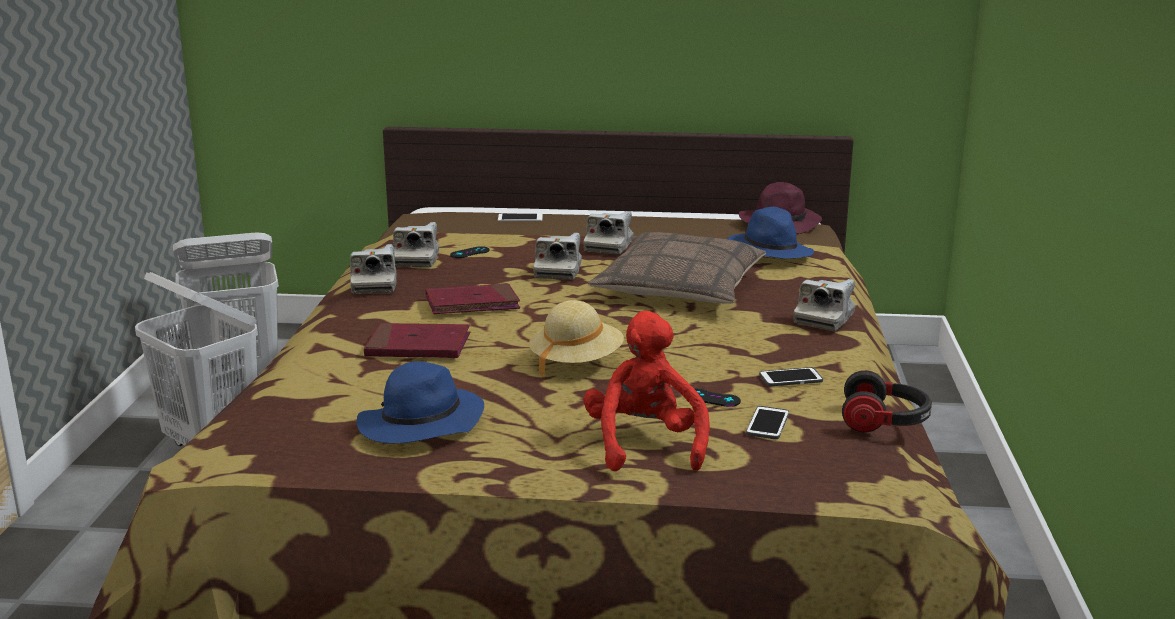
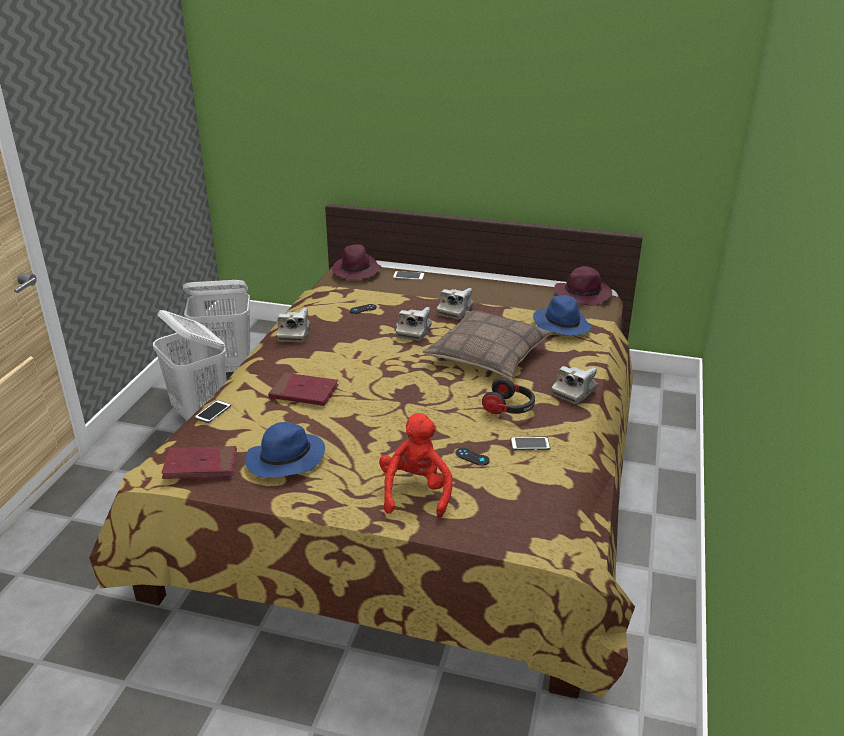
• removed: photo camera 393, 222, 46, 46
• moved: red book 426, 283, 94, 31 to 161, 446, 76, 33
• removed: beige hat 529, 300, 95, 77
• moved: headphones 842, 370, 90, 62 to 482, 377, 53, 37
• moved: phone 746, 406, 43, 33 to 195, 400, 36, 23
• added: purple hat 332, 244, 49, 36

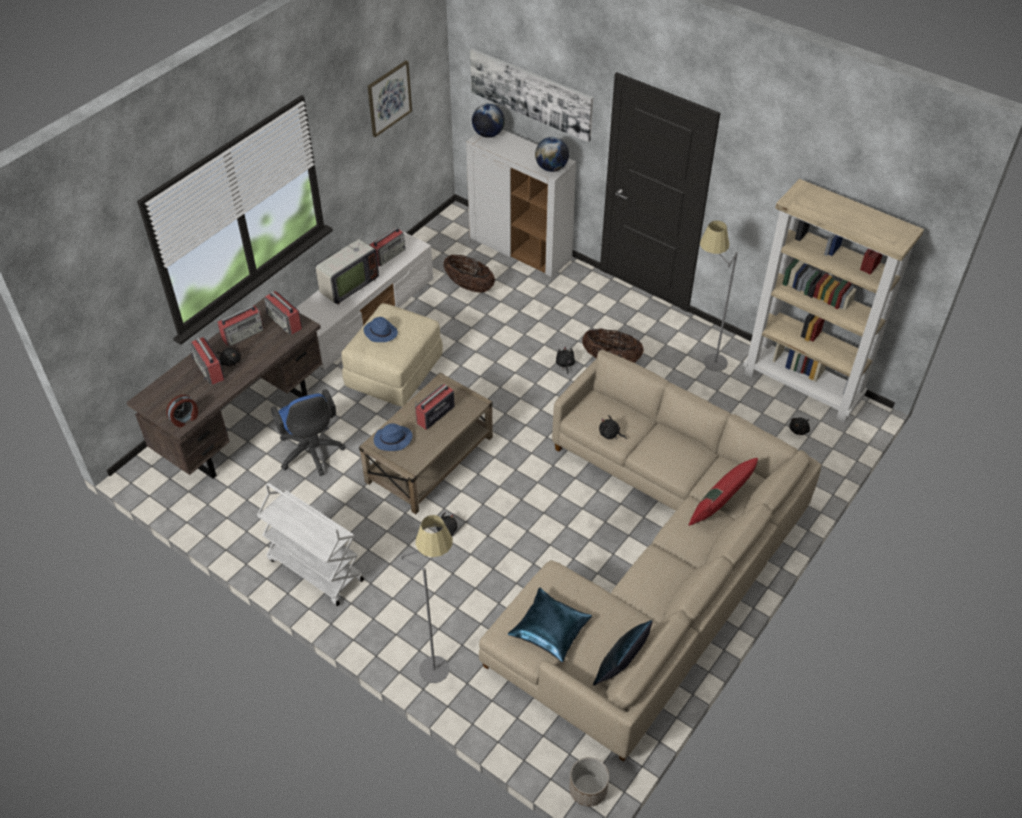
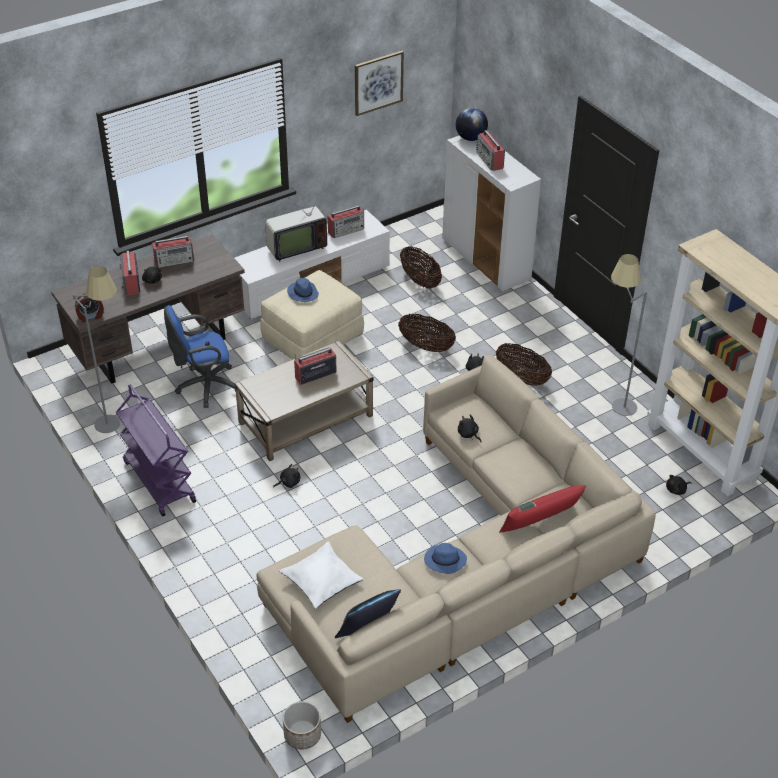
• removed: picture 470, 49, 123, 93
• removed: globe 535, 137, 34, 35
• moved: radio 264, 291, 38, 43 to 476, 130, 29, 41
• turned: blue office chair 271, 389, 74, 87 = 164, 305, 72, 103 75 degrees clockwise
• moved: blue hat 374, 423, 39, 28 to 424, 543, 43, 31
• recoloured: white cart 257, 483, 107, 123 to purple cart 116, 384, 80, 132
• moved: grey floor lamp 401, 515, 52, 168 to 73, 266, 47, 167
• recoloured: blue pillow 508, 588, 84, 74 to white pillow 279, 542, 84, 67
• added: basket 398, 314, 58, 38

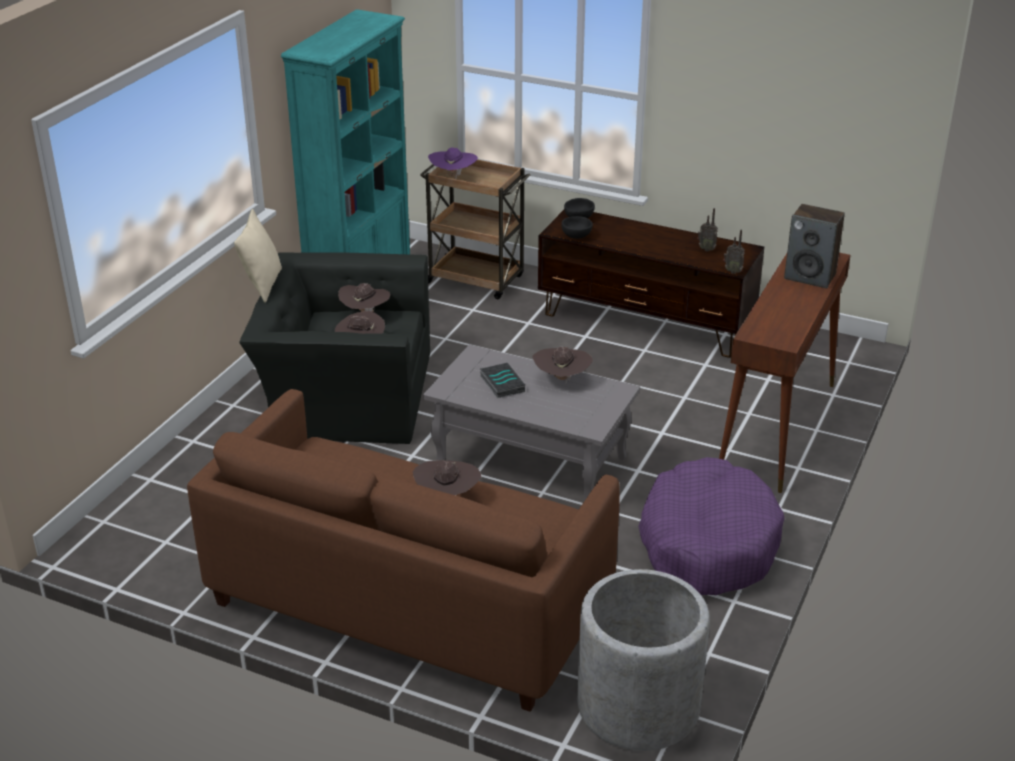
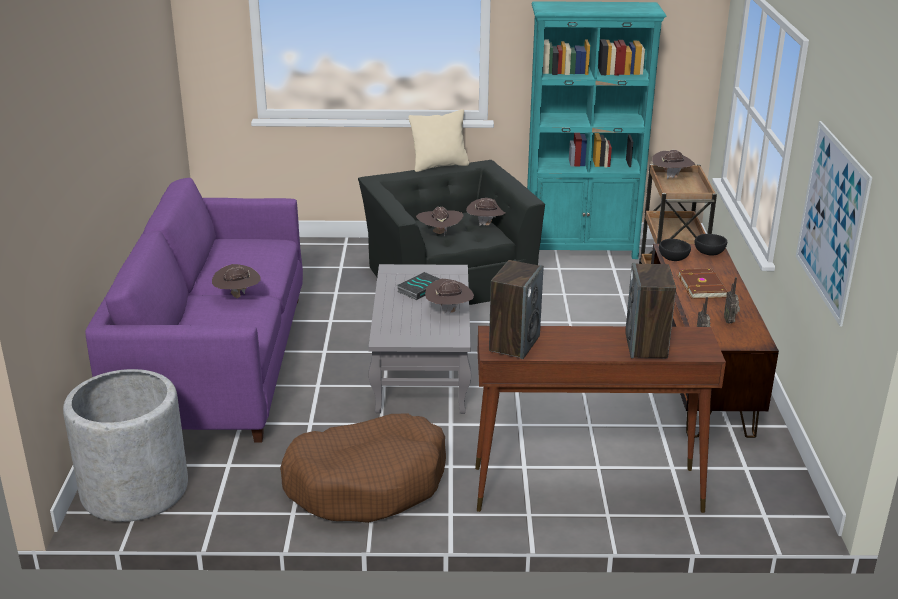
• recoloured: purple hat 428, 147, 50, 32 to brown hat 652, 150, 43, 29
• recoloured: brown sofa 187, 389, 433, 323 to purple sofa 85, 178, 218, 265
• recoloured: purple dog bed 638, 457, 147, 138 to brown dog bed 280, 413, 166, 110
• added: picture 796, 121, 76, 206
• added: speaker 489, 260, 55, 99
• added: brown book 677, 268, 50, 31

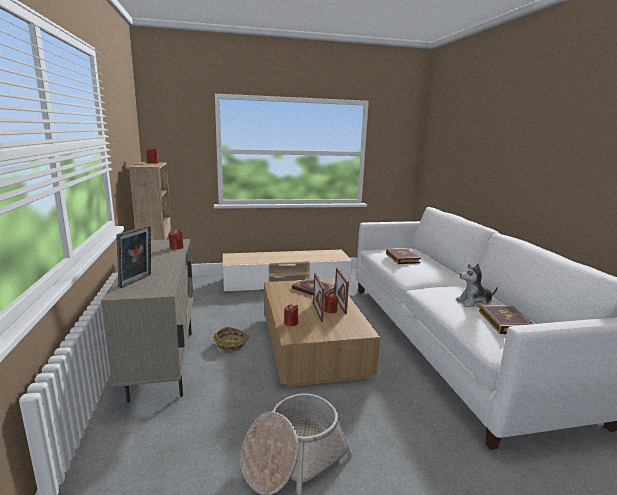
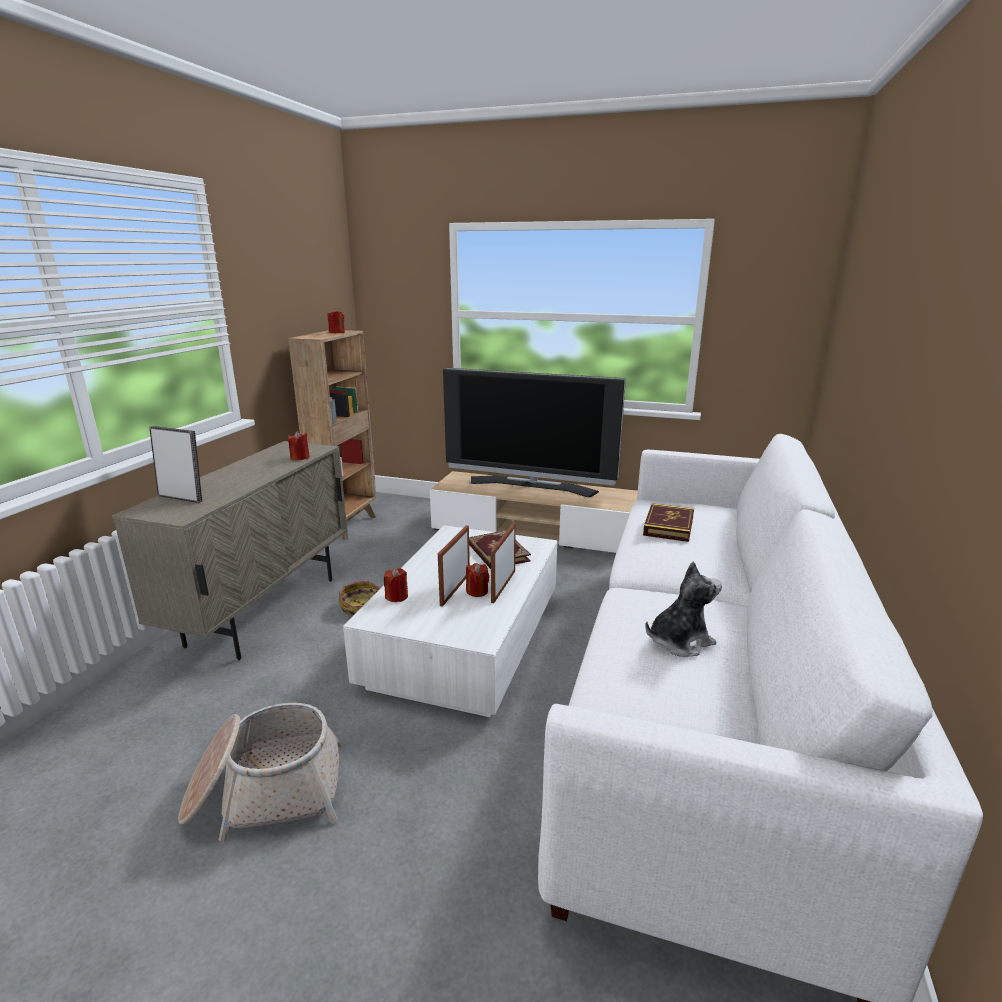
• turned: picture frame 116, 225, 35, 63 = 149, 426, 53, 77 120 degrees counterclockwise
• turned: plush toy 456, 264, 42, 44 = 645, 562, 77, 95 135 degrees clockwise
• recoloured: brown coffee table 264, 279, 116, 108 to white coffee table 343, 525, 214, 192
• removed: book 479, 305, 54, 29
• added: television 443, 368, 183, 129

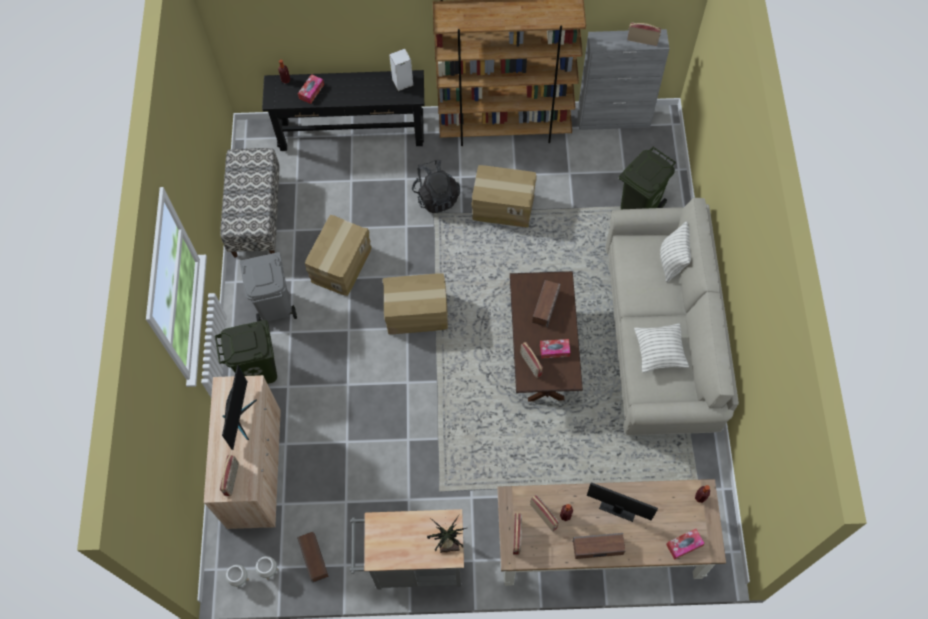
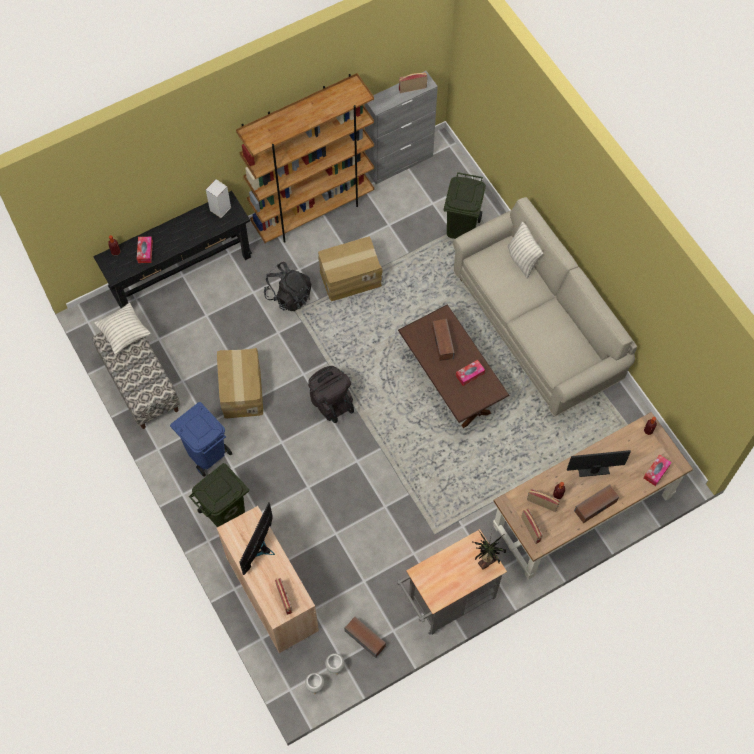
• recoloured: grey trash can 239, 252, 58, 70 to blue trash can 170, 402, 62, 75
• replaced: cardboard box 383, 273, 65, 61 to black backpack 308, 366, 46, 57
• moved: pillow 634, 323, 55, 50 to 94, 303, 57, 52
• removed: radio 520, 342, 23, 36
• turned: monitor 222, 365, 35, 85 = 239, 502, 36, 73 135 degrees counterclockwise

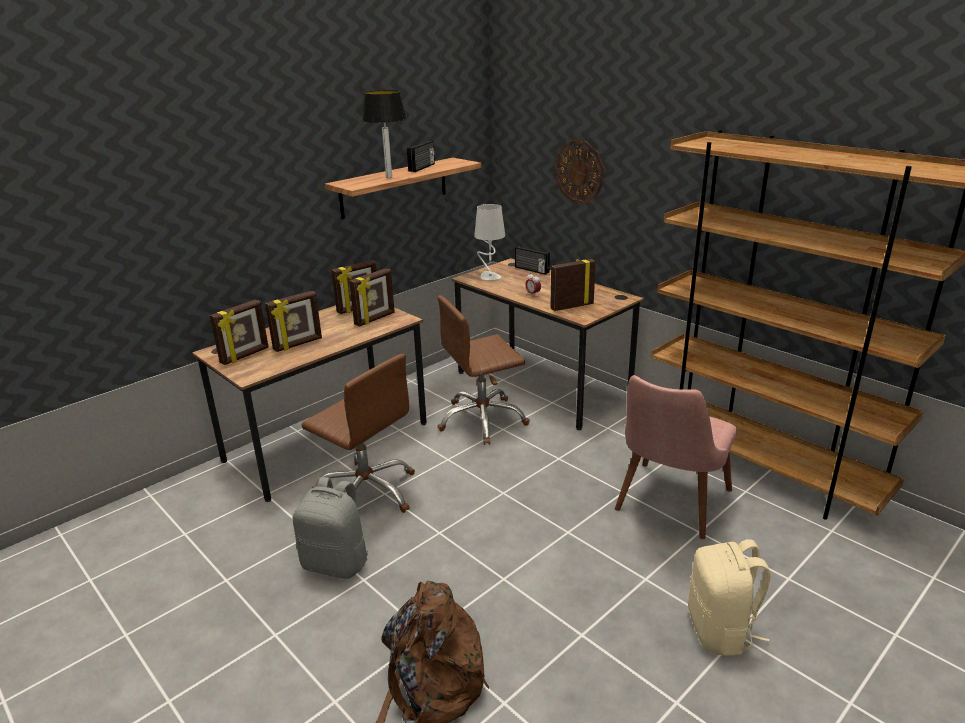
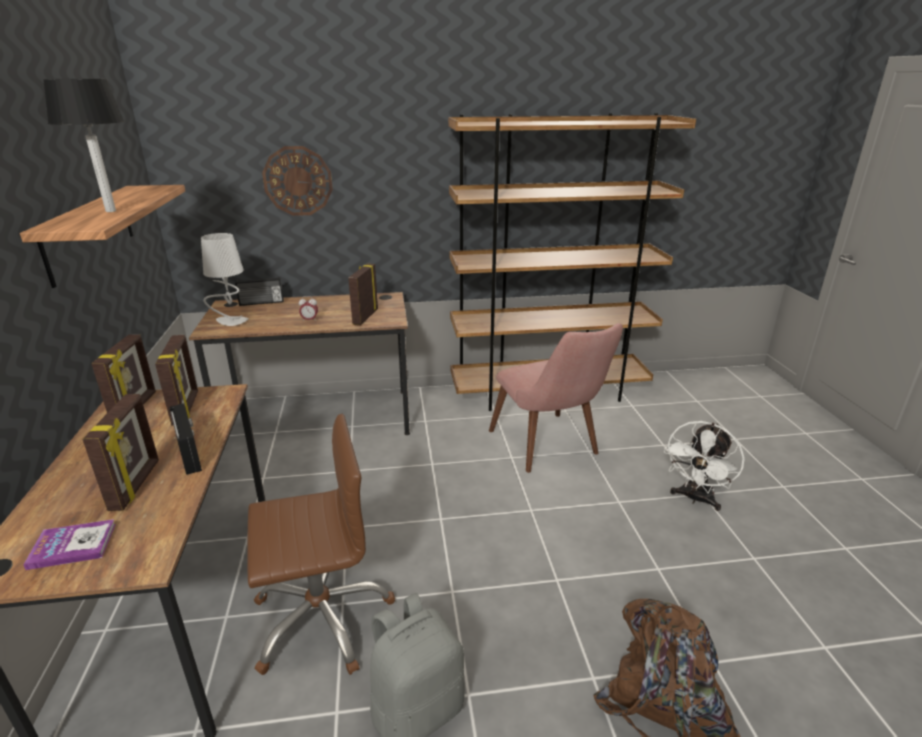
• moved: radio 407, 141, 28, 31 to 169, 403, 33, 72
• removed: brown office chair 437, 295, 93, 150
• replaced: picture frame 210, 300, 59, 65 to book 23, 519, 93, 51
• replaced: beige backpack 688, 539, 83, 117 to white fan 664, 421, 81, 90

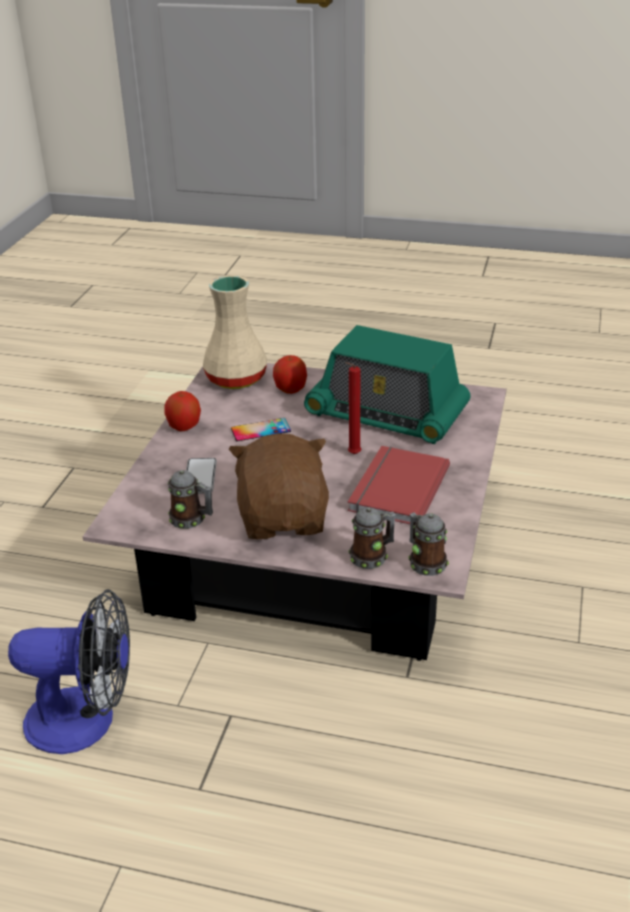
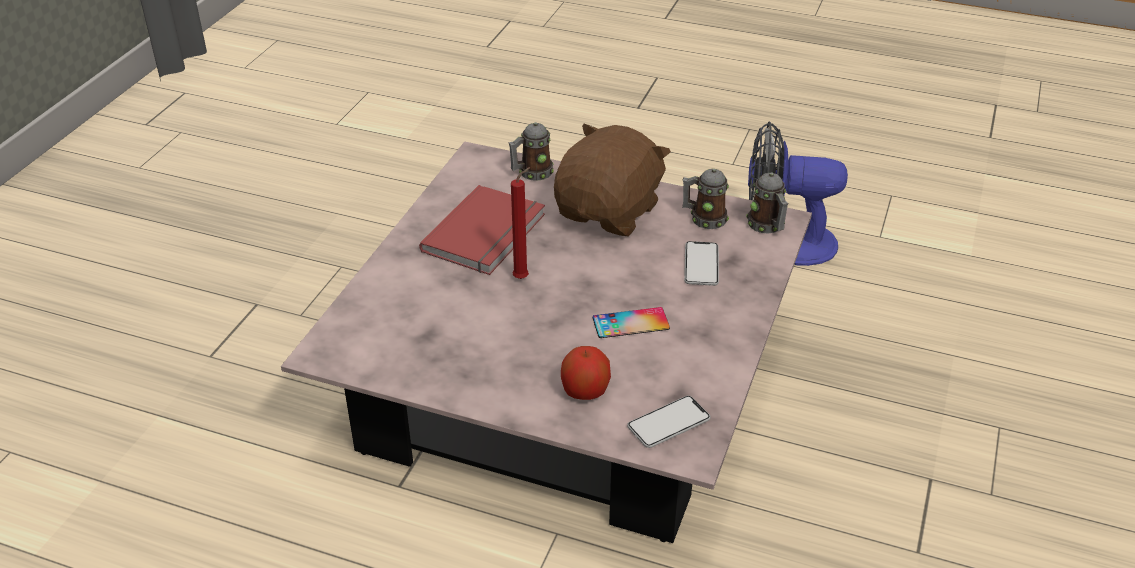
• replaced: beige vase 203, 275, 64, 114 to phone 627, 396, 84, 52
• removed: radio 304, 325, 166, 119
• removed: apple 164, 391, 37, 40
• turned: brown plush toy 229, 434, 100, 105 = 554, 123, 117, 113 150 degrees counterclockwise
• moved: mug 408, 512, 41, 64 to 746, 172, 43, 61

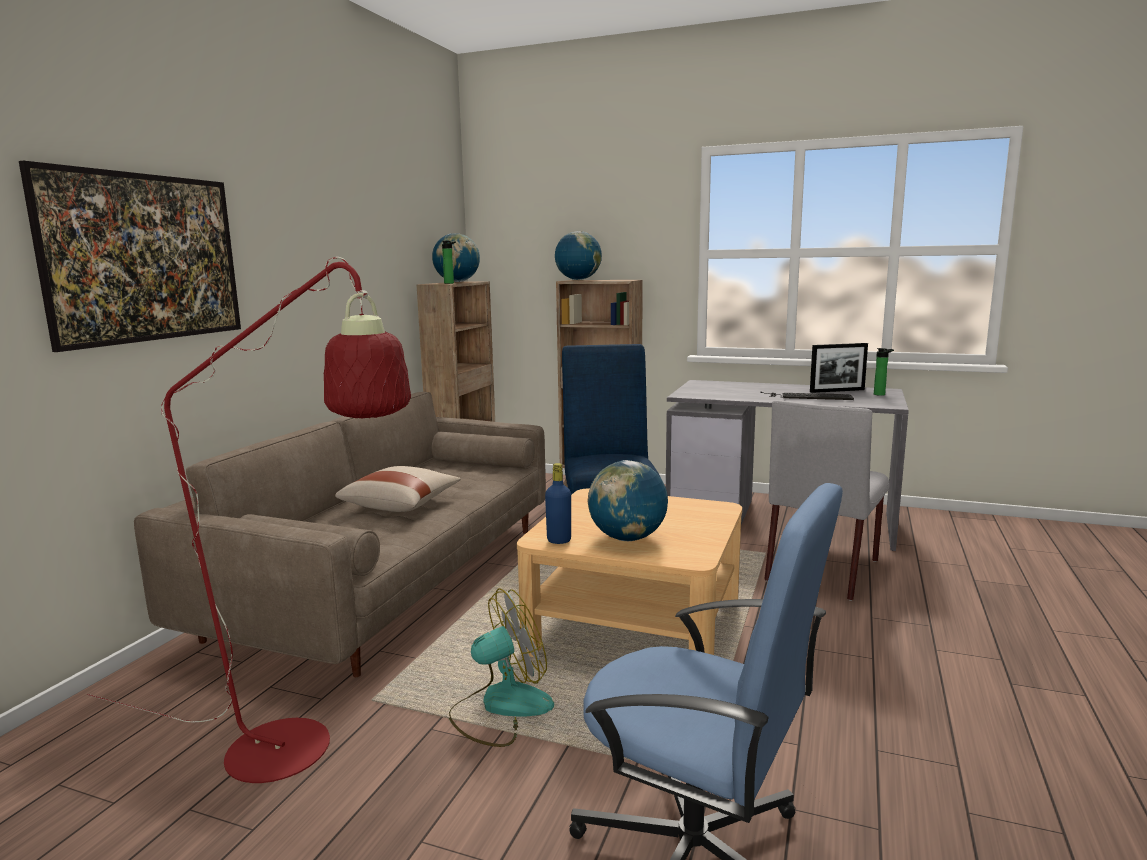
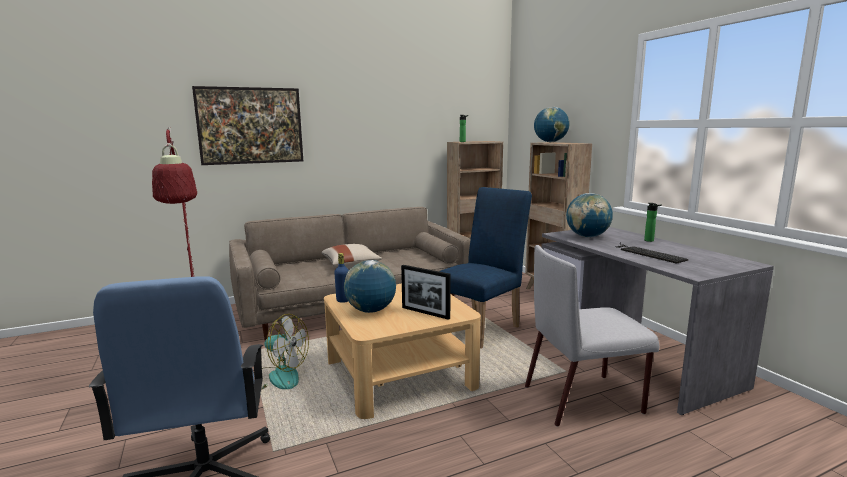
• moved: globe 432, 233, 48, 49 to 566, 193, 47, 45
• moved: picture frame 810, 343, 58, 50 to 401, 265, 49, 55
• moved: bottle 874, 348, 20, 48 to 644, 203, 18, 39

